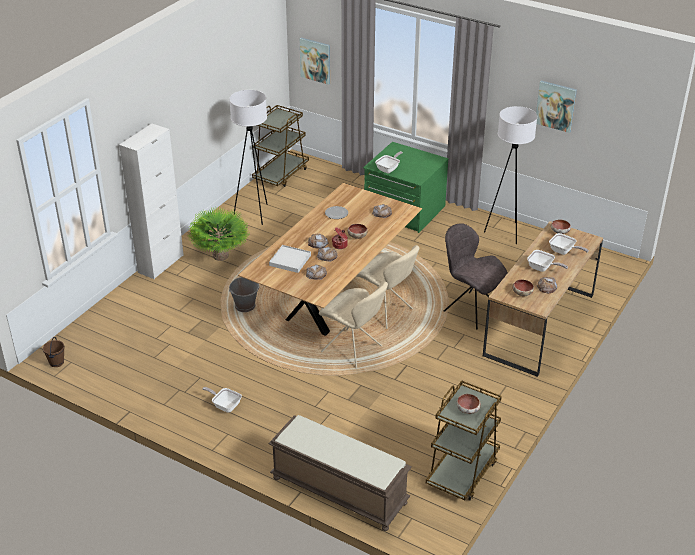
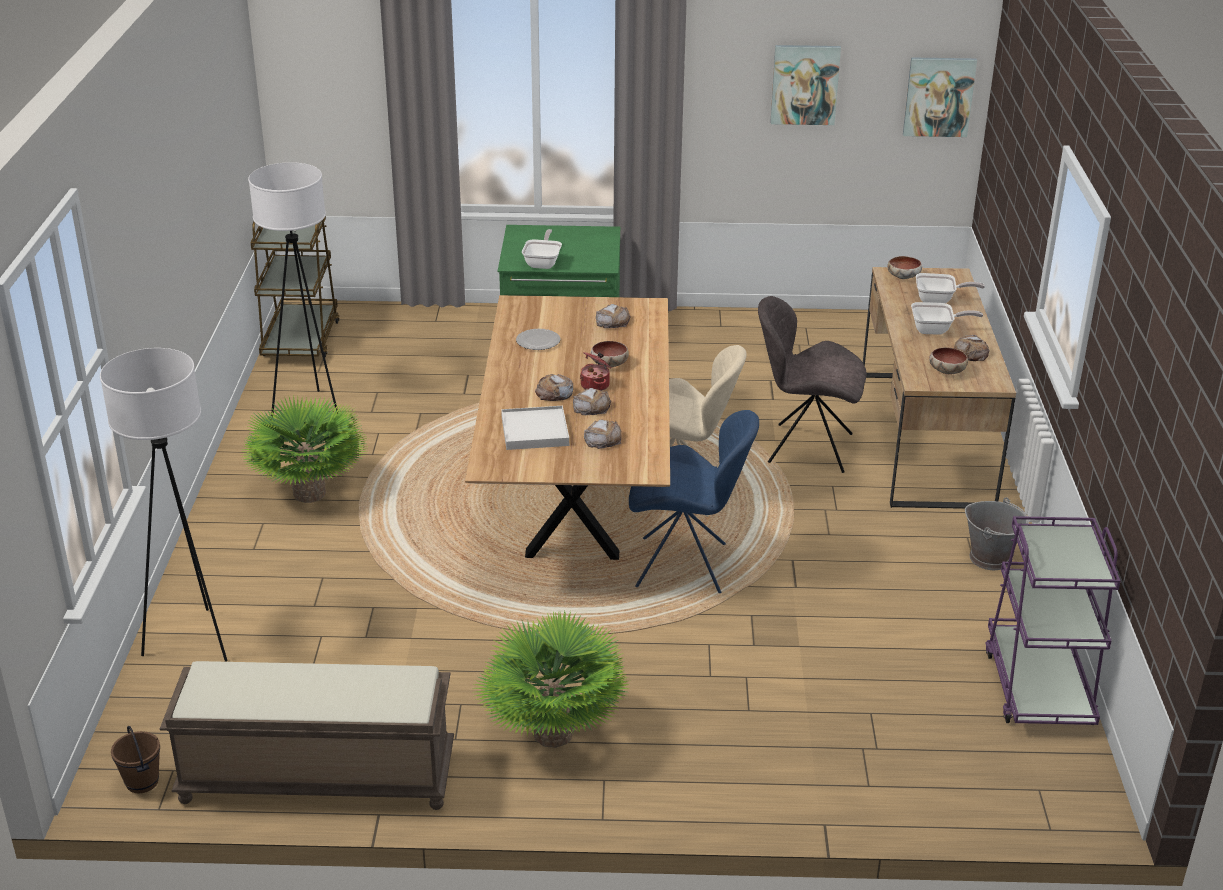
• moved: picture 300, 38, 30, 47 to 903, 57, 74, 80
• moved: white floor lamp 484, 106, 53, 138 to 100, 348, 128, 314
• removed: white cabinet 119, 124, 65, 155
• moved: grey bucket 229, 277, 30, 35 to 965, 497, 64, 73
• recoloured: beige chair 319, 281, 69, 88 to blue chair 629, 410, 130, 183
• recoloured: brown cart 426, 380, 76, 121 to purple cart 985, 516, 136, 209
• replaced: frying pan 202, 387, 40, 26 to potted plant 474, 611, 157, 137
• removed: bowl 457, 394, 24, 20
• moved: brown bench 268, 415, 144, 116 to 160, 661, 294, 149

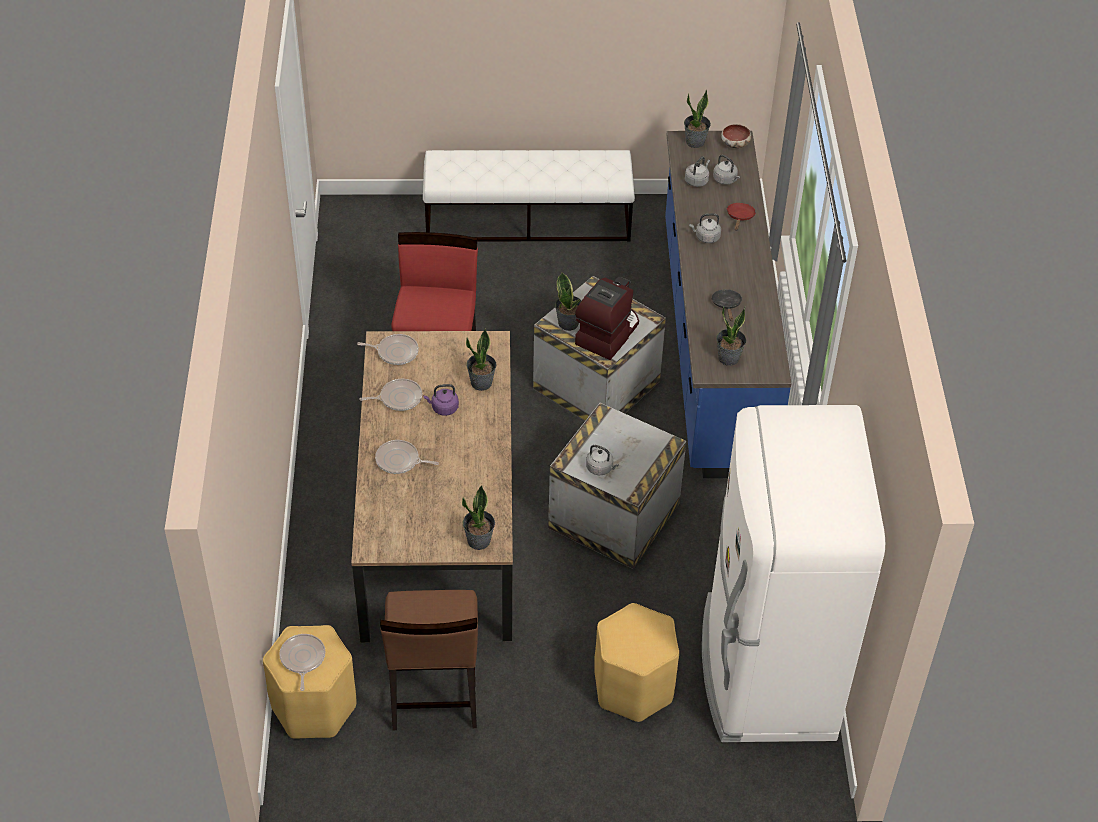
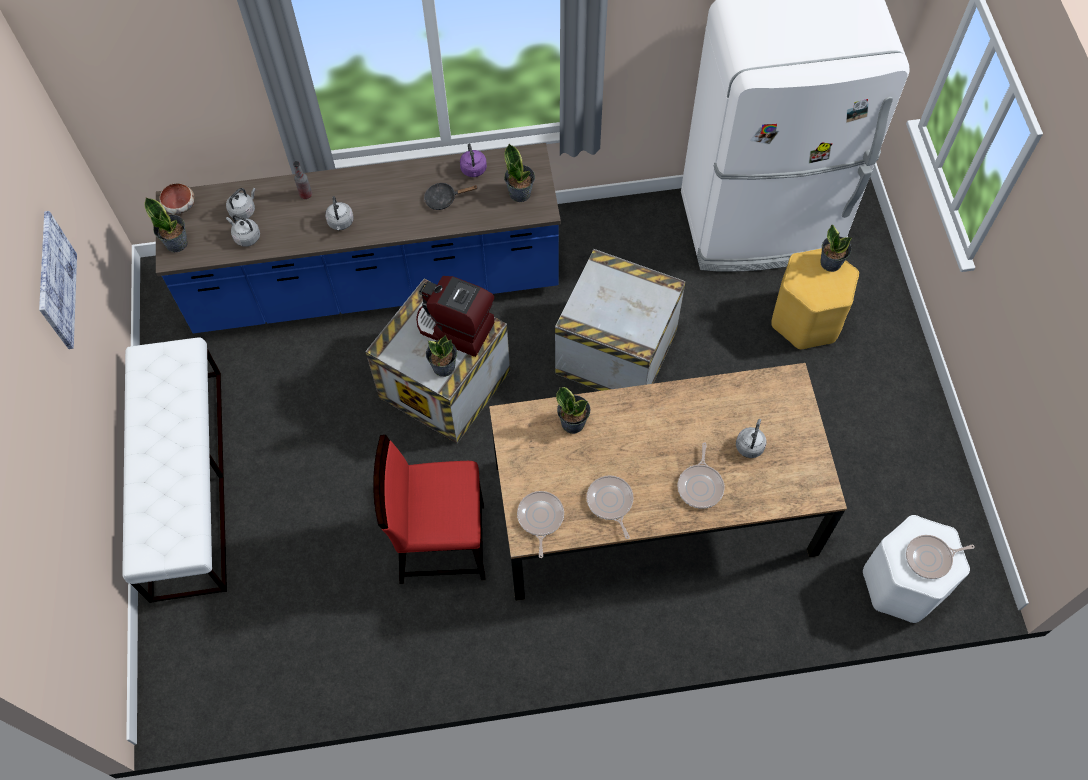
• replaced: red frying pan 727, 203, 29, 28 to bottle 293, 161, 19, 38
• moved: purple kettle 423, 384, 36, 32 to 460, 143, 27, 34
• moved: grey kettle 586, 445, 33, 30 to 736, 419, 31, 39
• moved: potted plant 462, 485, 33, 65 to 820, 224, 32, 48
• removed: brown chair 380, 590, 98, 140
• recoloured: yellow stool 263, 625, 93, 114 to white stool 863, 515, 107, 108
• added: picture 39, 211, 38, 138

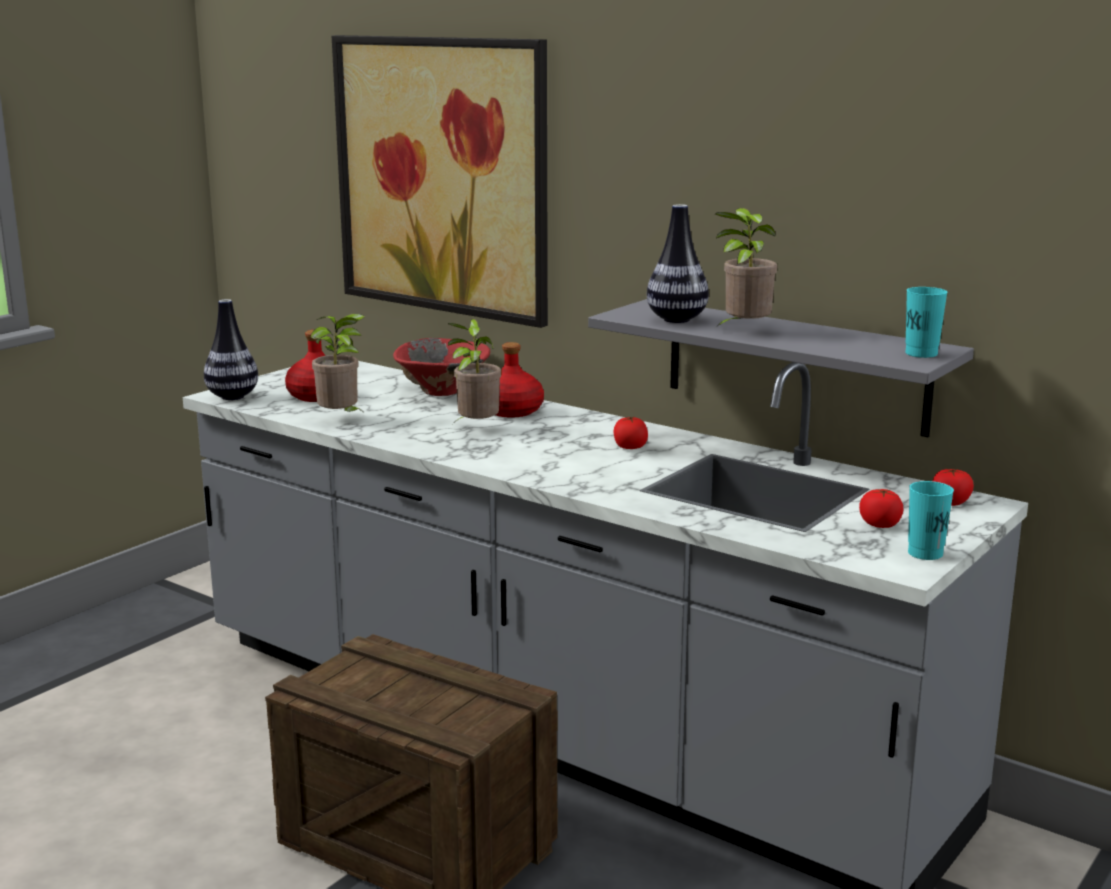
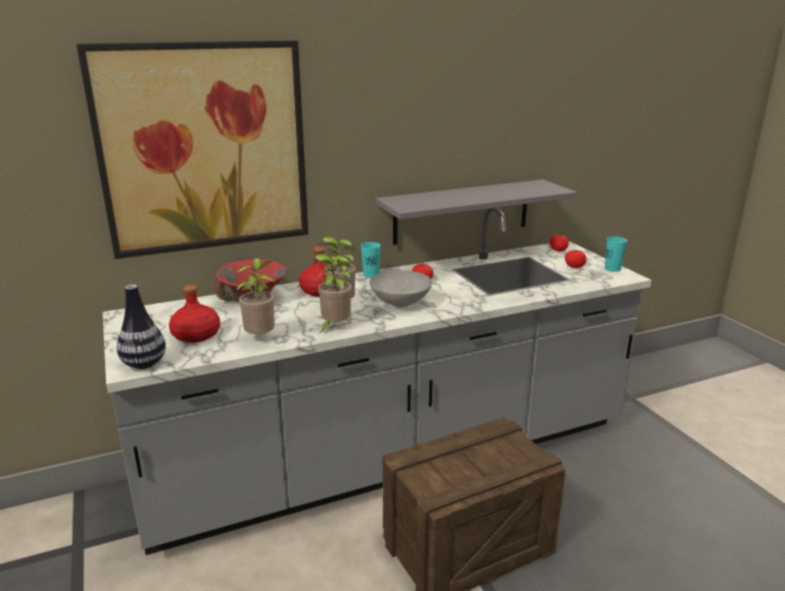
• removed: vase 647, 204, 62, 119
• moved: potted plant 715, 208, 62, 118 to 313, 254, 39, 79
• moved: turquoise cup 905, 287, 42, 71 to 361, 242, 20, 36
• added: grey bowl 369, 270, 63, 37

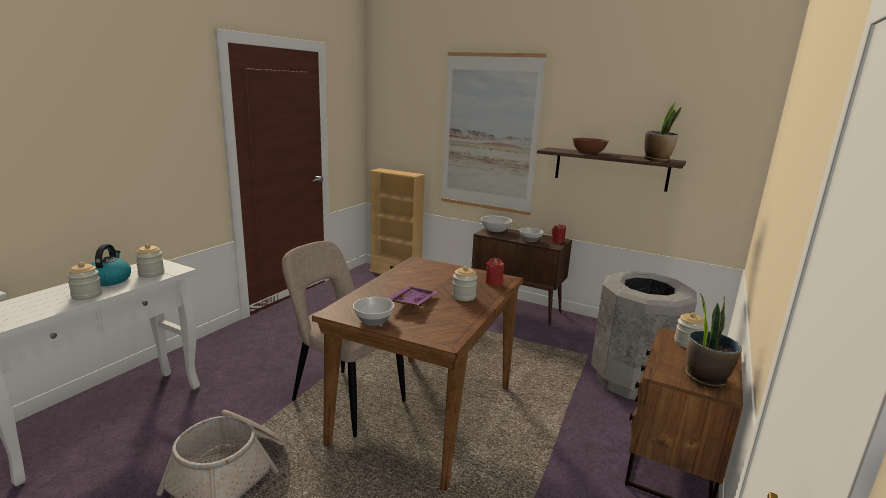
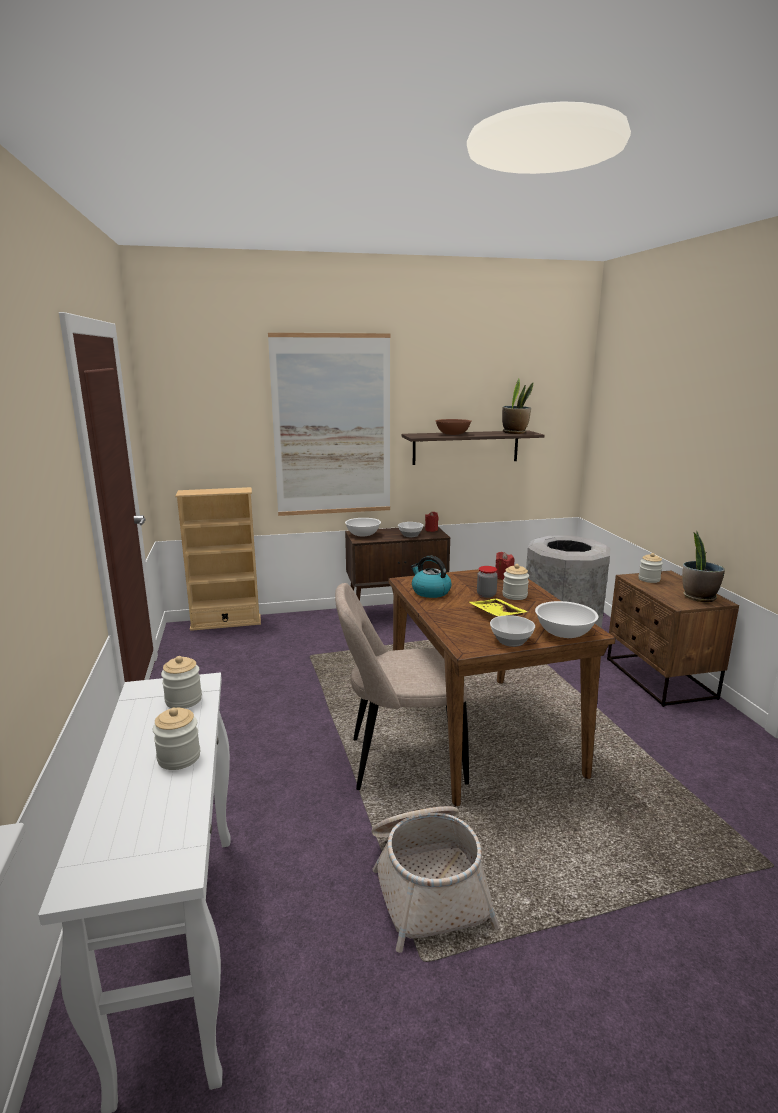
• moved: kettle 90, 244, 41, 42 to 411, 556, 41, 42
• recoloured: purple tray 387, 286, 50, 20 to yellow tray 469, 598, 59, 19
• added: jar 477, 566, 21, 32
• added: white bowl 535, 601, 63, 37

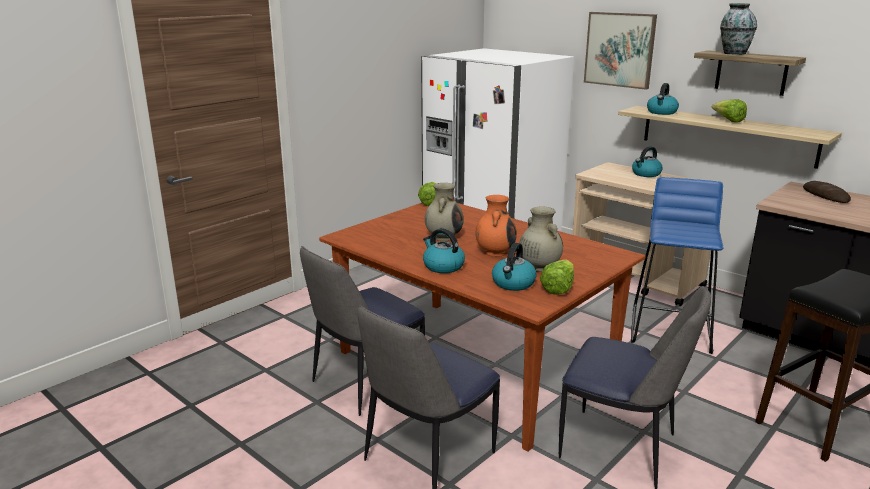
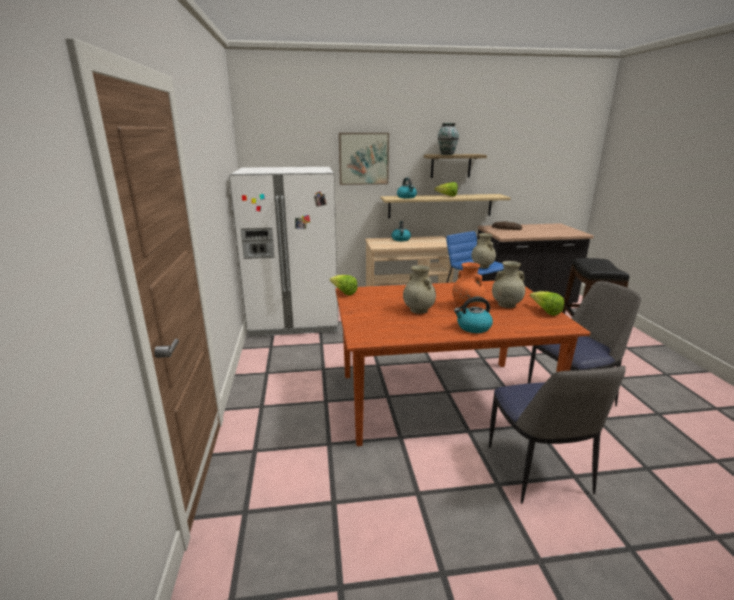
• removed: kettle 492, 243, 45, 48
• removed: chair 300, 246, 125, 170
• added: beige vase 471, 233, 25, 35

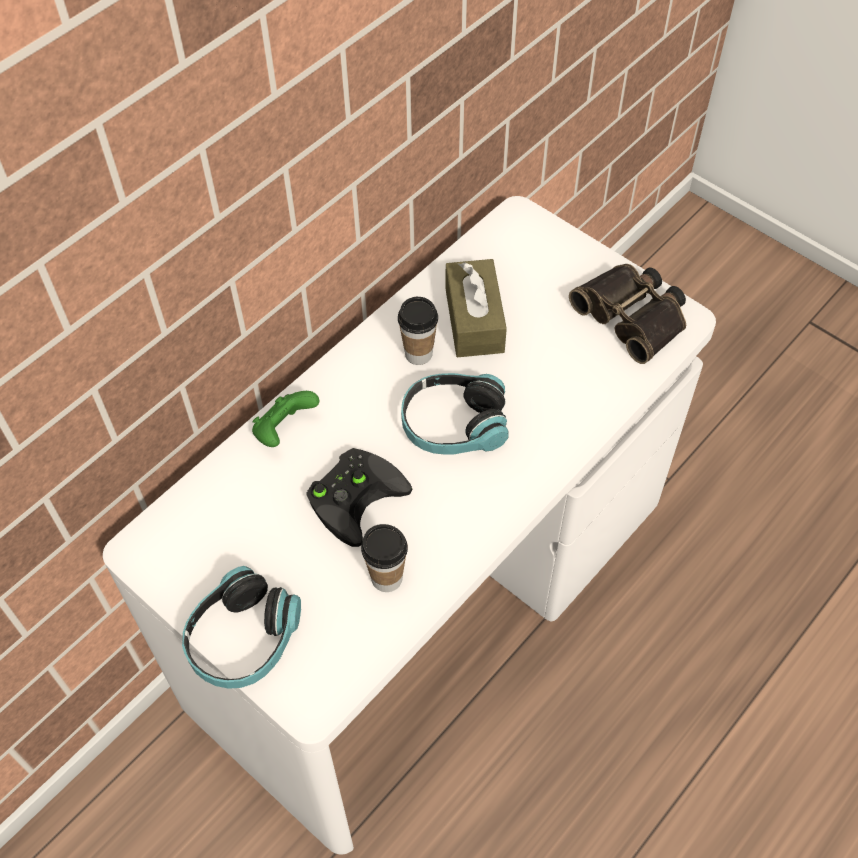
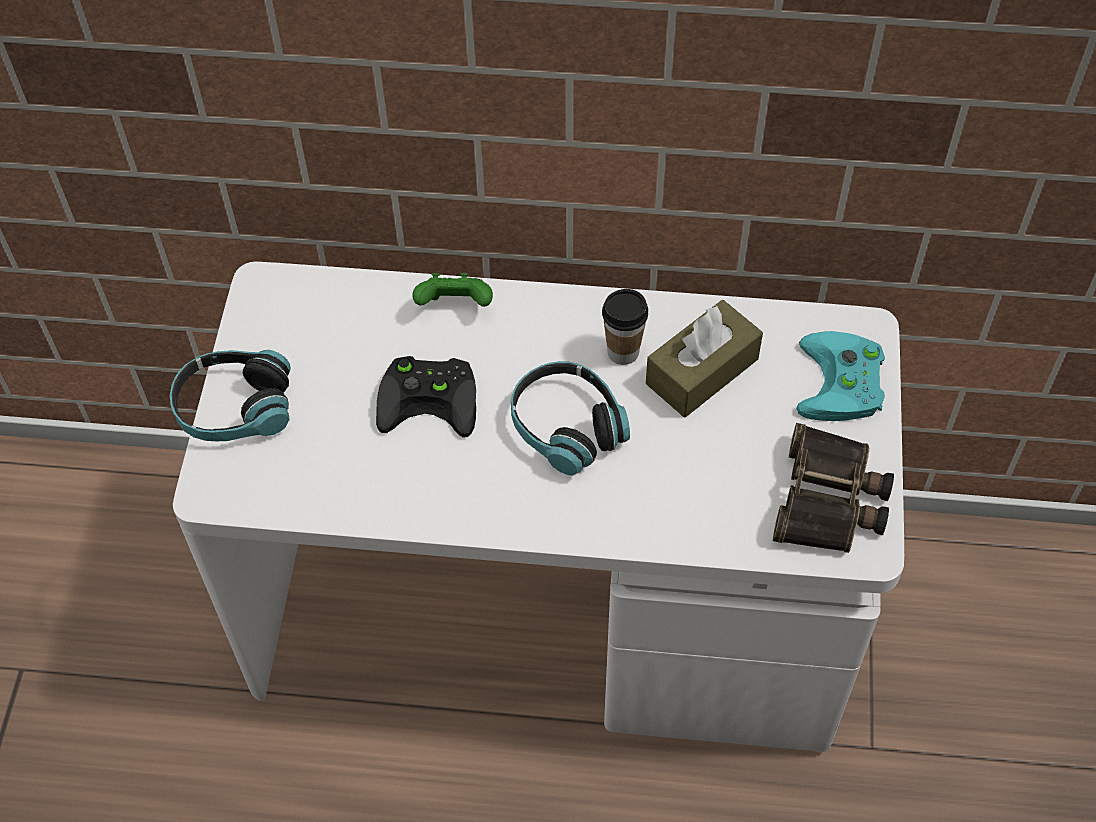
• removed: cup 361, 524, 47, 68
• added: turquoise game controller 796, 331, 89, 90

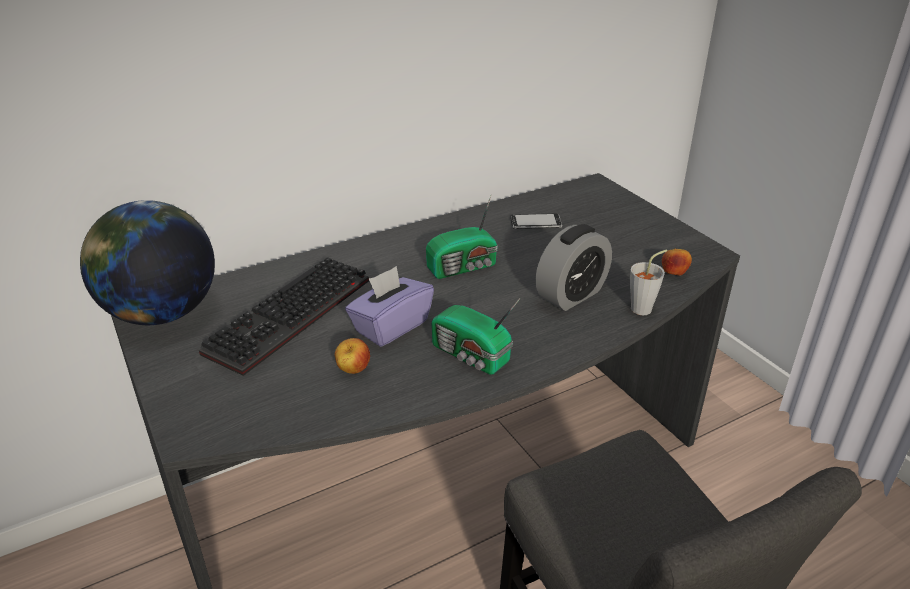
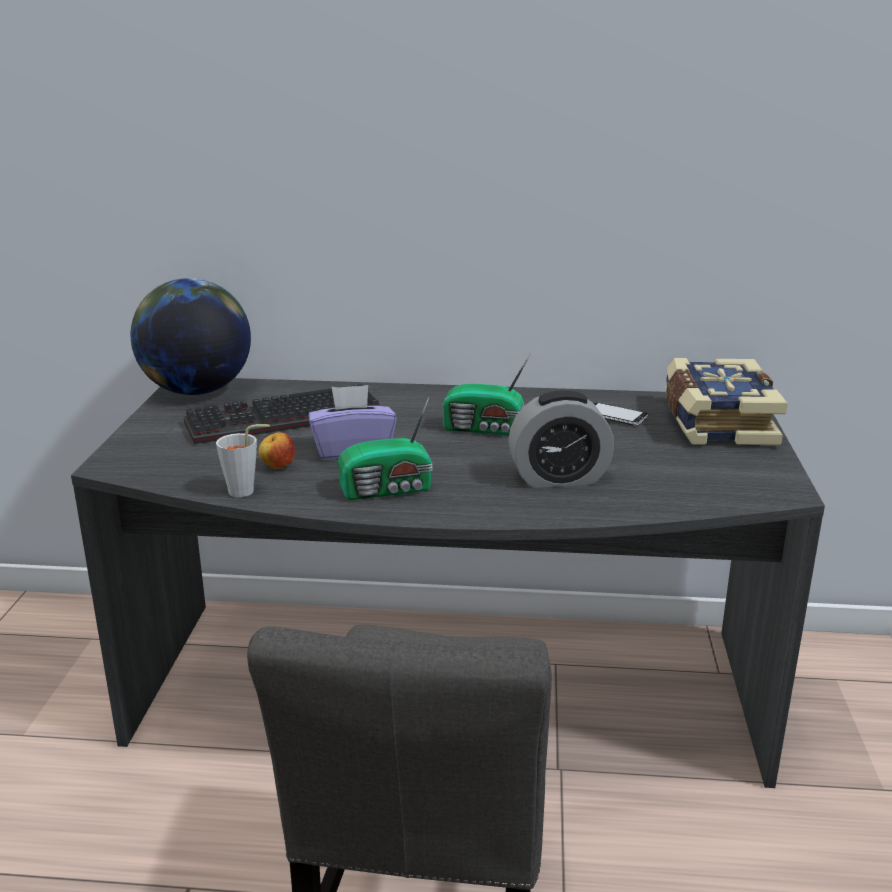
• removed: apple 662, 248, 30, 28
• moved: grey cup 630, 250, 37, 65 to 216, 424, 54, 73
• turned: radio 431, 299, 89, 76 = 338, 397, 95, 103 90 degrees counterclockwise
• added: book 665, 358, 123, 87

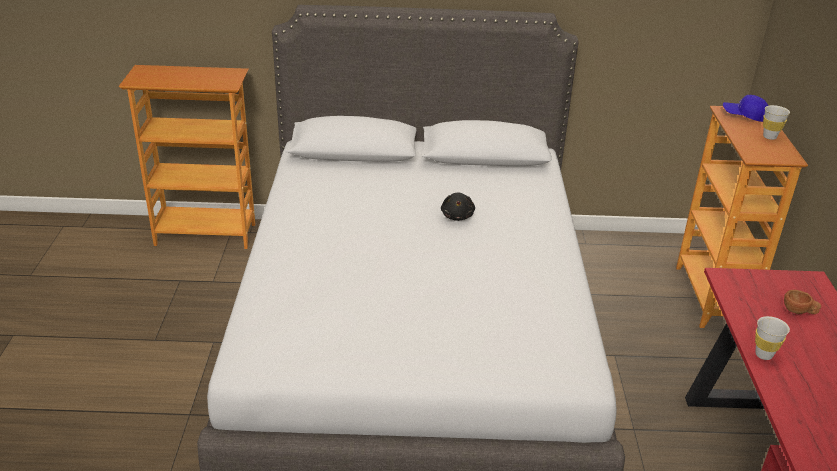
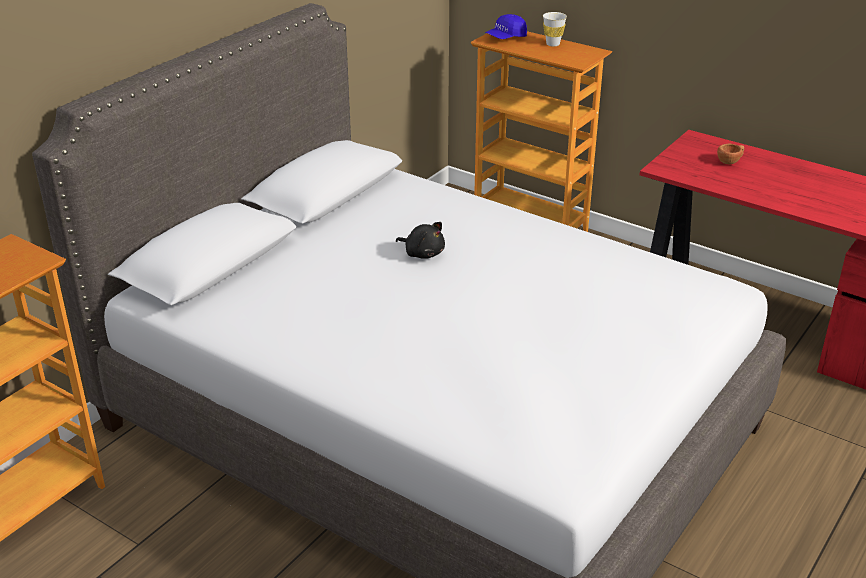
• removed: white cup 755, 316, 35, 44

